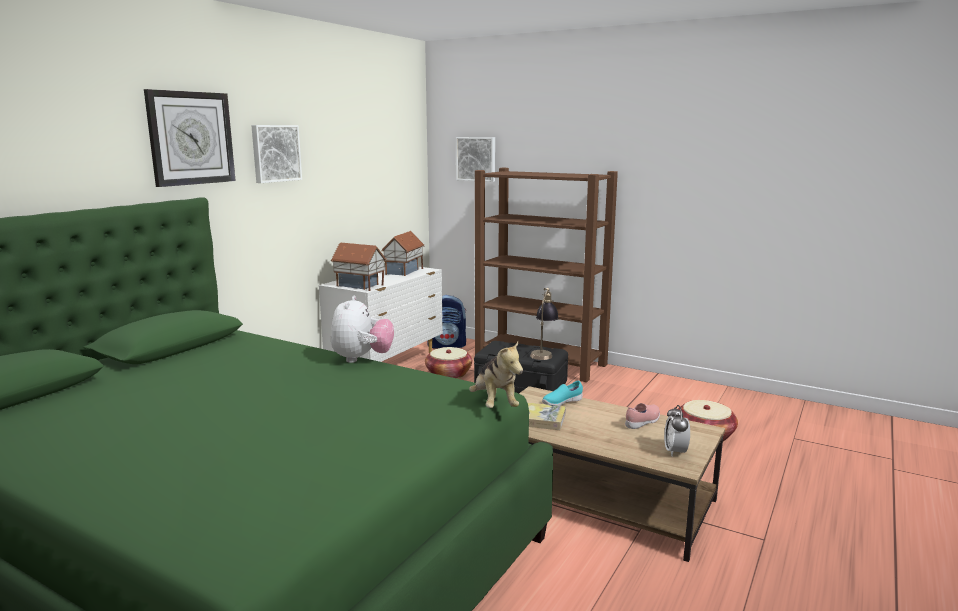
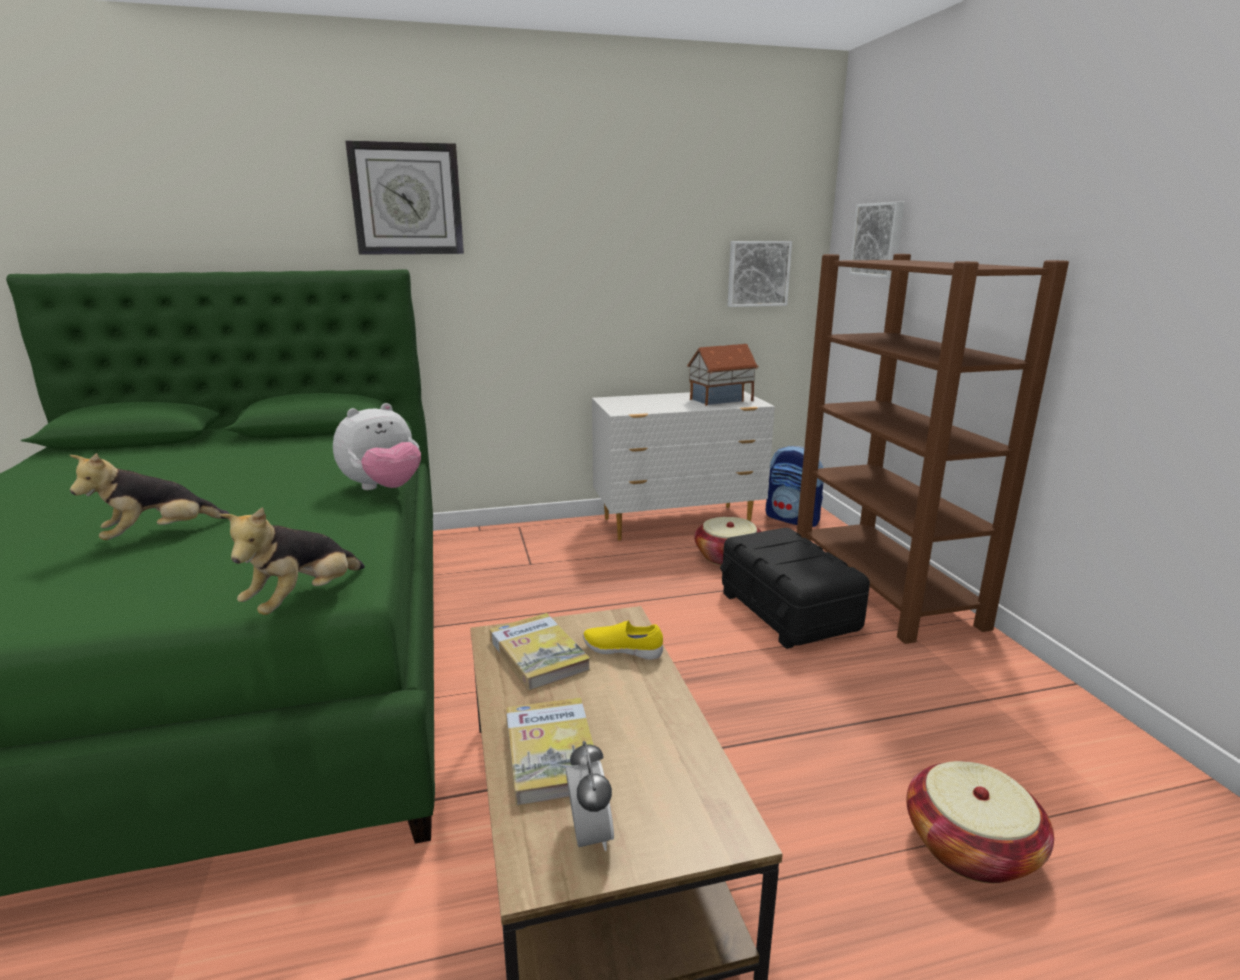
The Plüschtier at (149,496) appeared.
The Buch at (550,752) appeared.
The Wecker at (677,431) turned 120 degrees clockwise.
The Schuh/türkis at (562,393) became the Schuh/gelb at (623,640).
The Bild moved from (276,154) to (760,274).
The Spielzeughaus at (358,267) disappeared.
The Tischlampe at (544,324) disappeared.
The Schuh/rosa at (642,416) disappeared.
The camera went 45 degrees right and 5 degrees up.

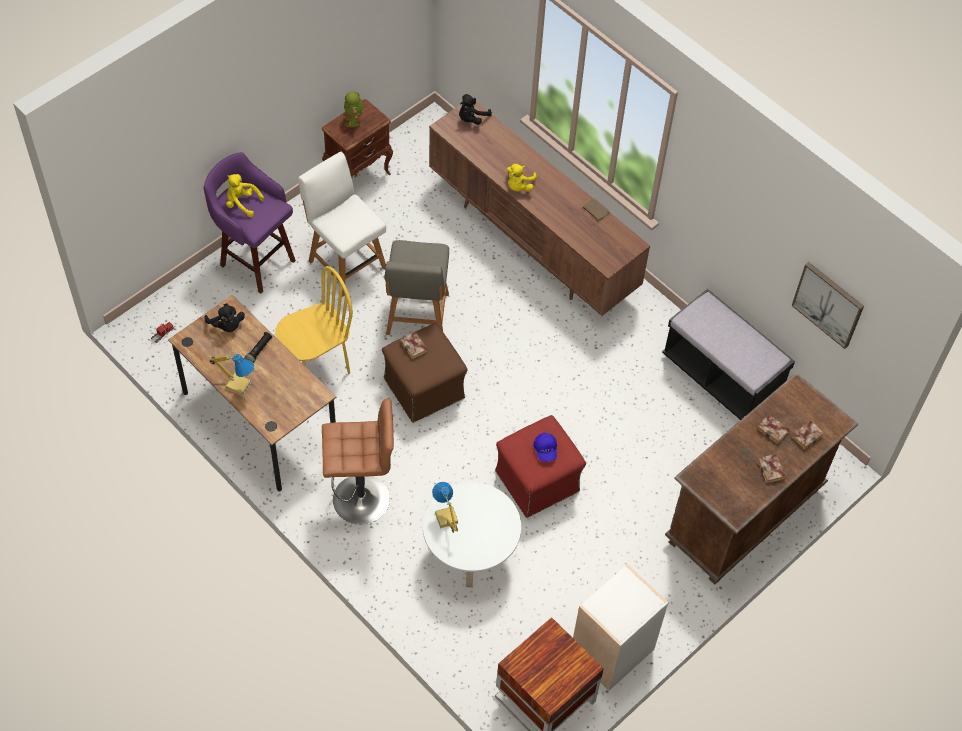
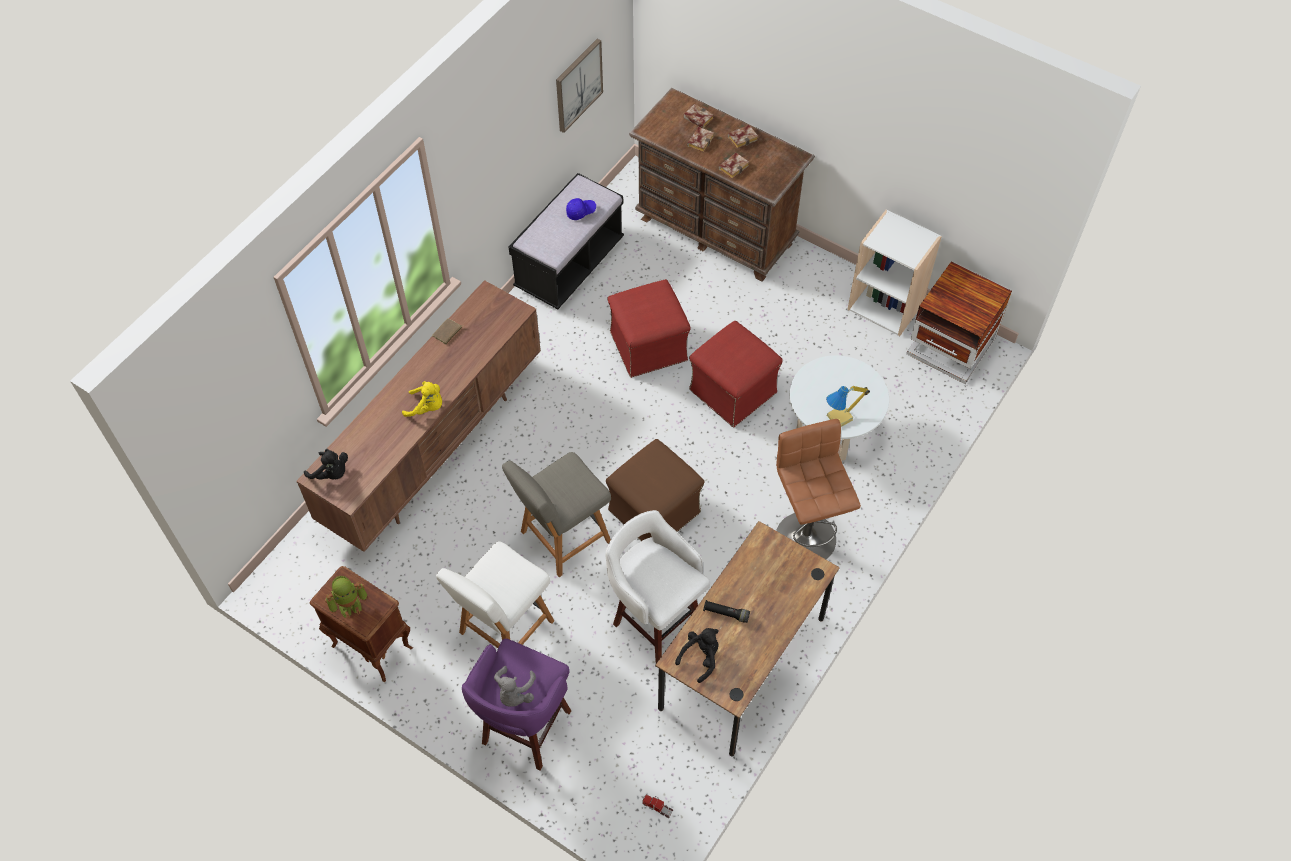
The Plüschtier/gelb at (245,195) became the Plüschtier/grau at (515,686).
The Stuhl/grau at (417,287) turned 150 degrees clockwise.
The Kappe/blau moved from (545,447) to (581,209).
The Stuhl/gelb at (314,320) was replaced by the Hocker/weiß at (657,586).
The Polsterhocker/rot at (649,328) appeared.
The Buch moved from (414,345) to (733,166).
The Tischlampe at (232,375) disappeared.
The camera went 100 degrees left and 0 degrees up.

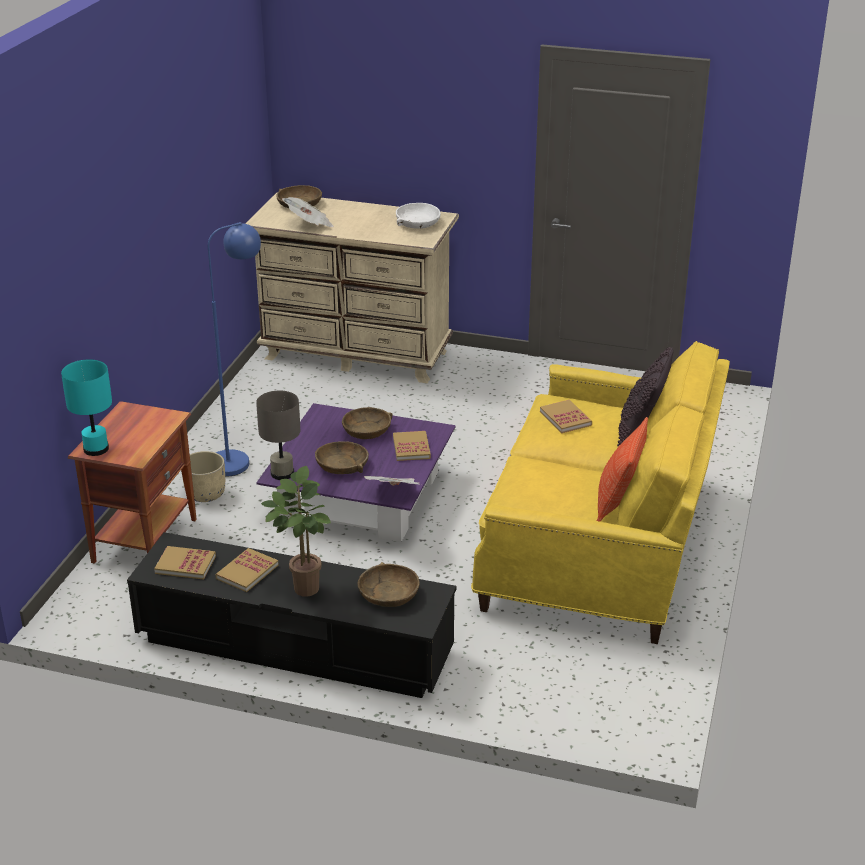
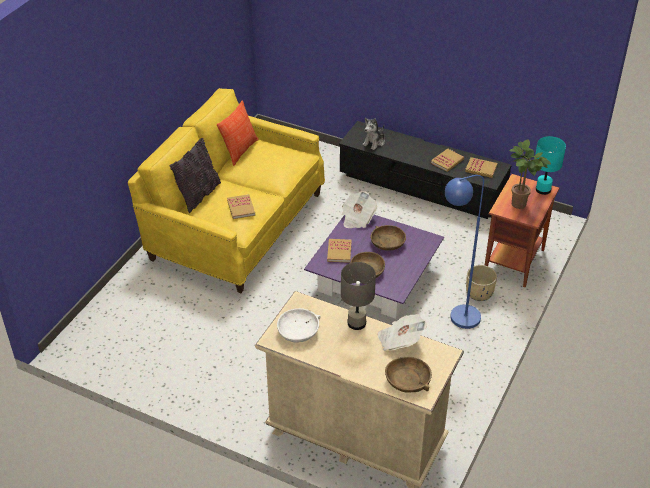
The Tischlampe/grau moved from (278,435) to (358,296).
The Schüssel/braun at (389,584) was replaced by the Plüschtier at (373,134).
The Topfpflanze moved from (296,531) to (530,174).
The camera went 170 degrees left and 10 degrees up.

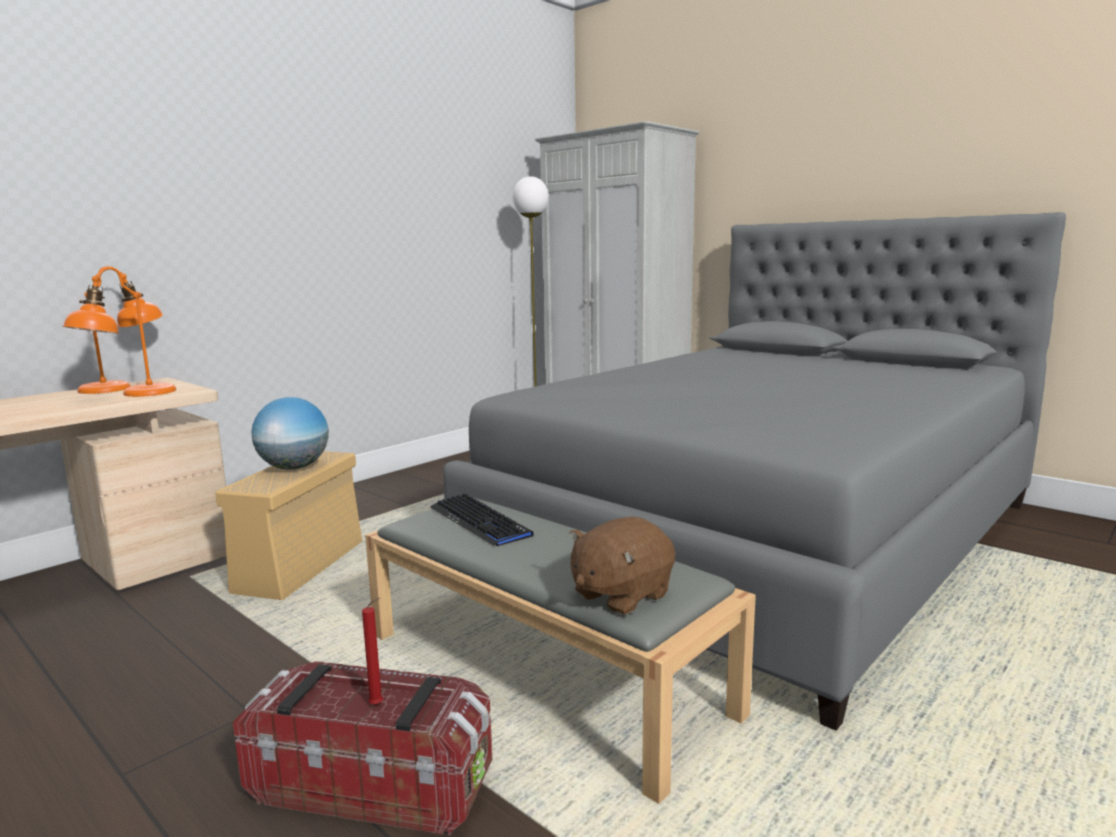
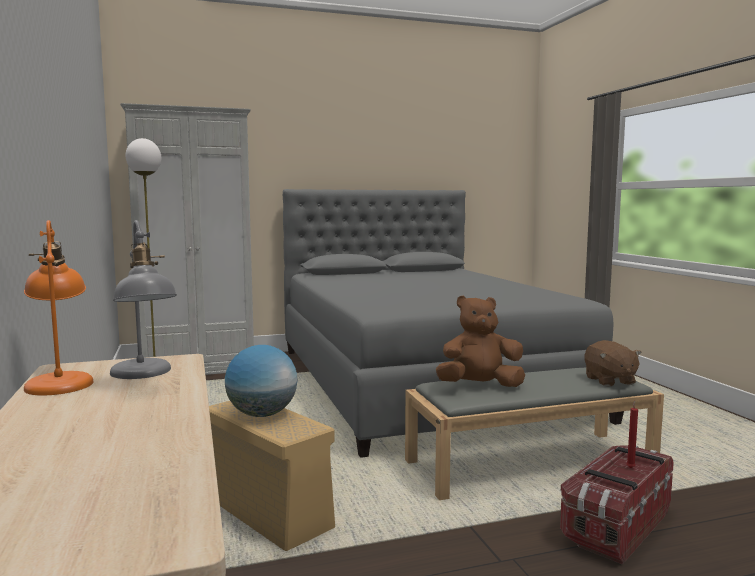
The Tischlampe/orange at (119,332) became the Tischlampe/grau at (143,299).
The Tastatur at (481,520) was replaced by the Plüschtier/braun at (480,341).
The camera went 60 degrees left and 5 degrees down.

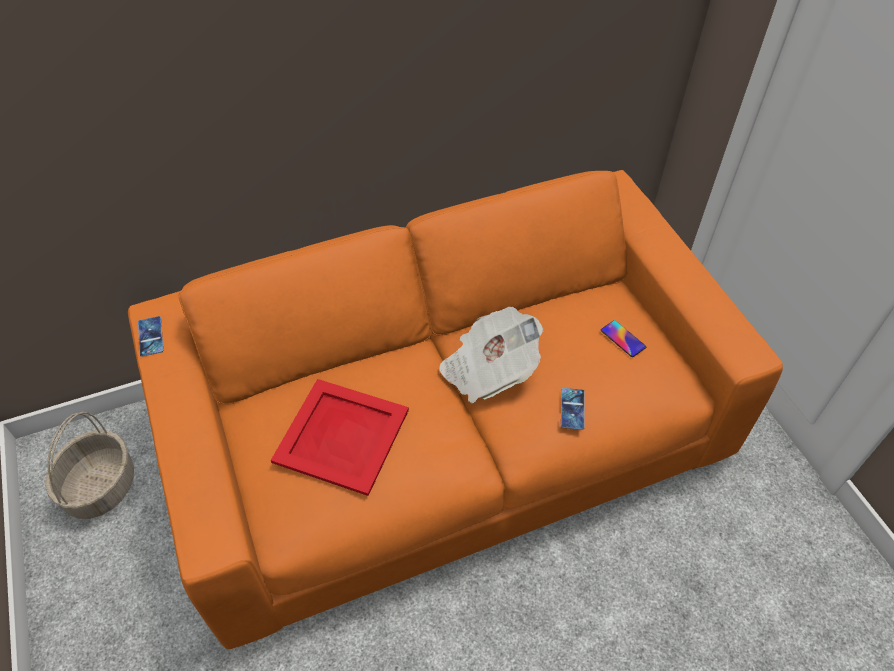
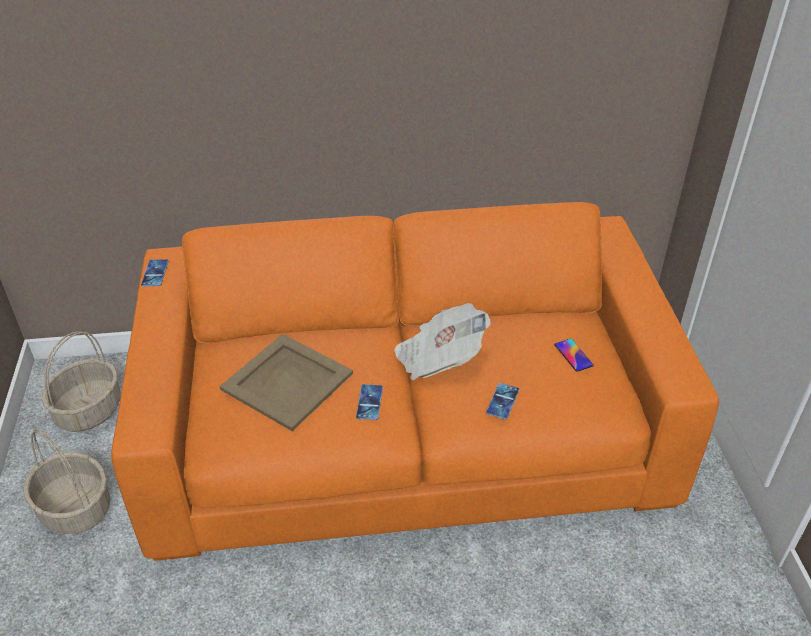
The Korb at (67,481) appeared.
The Tablett/rot at (340,437) became the Tablett/beige at (286,382).
The Handy at (369,402) appeared.
The camera went 15 degrees right and 10 degrees down.

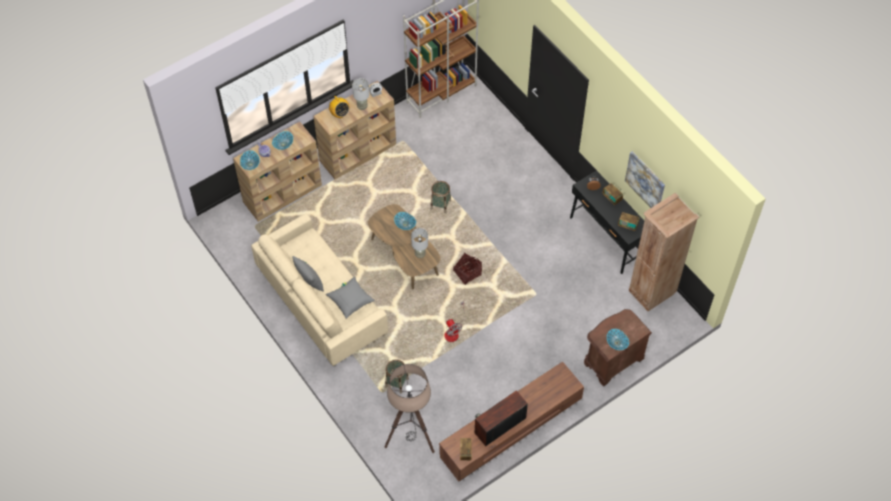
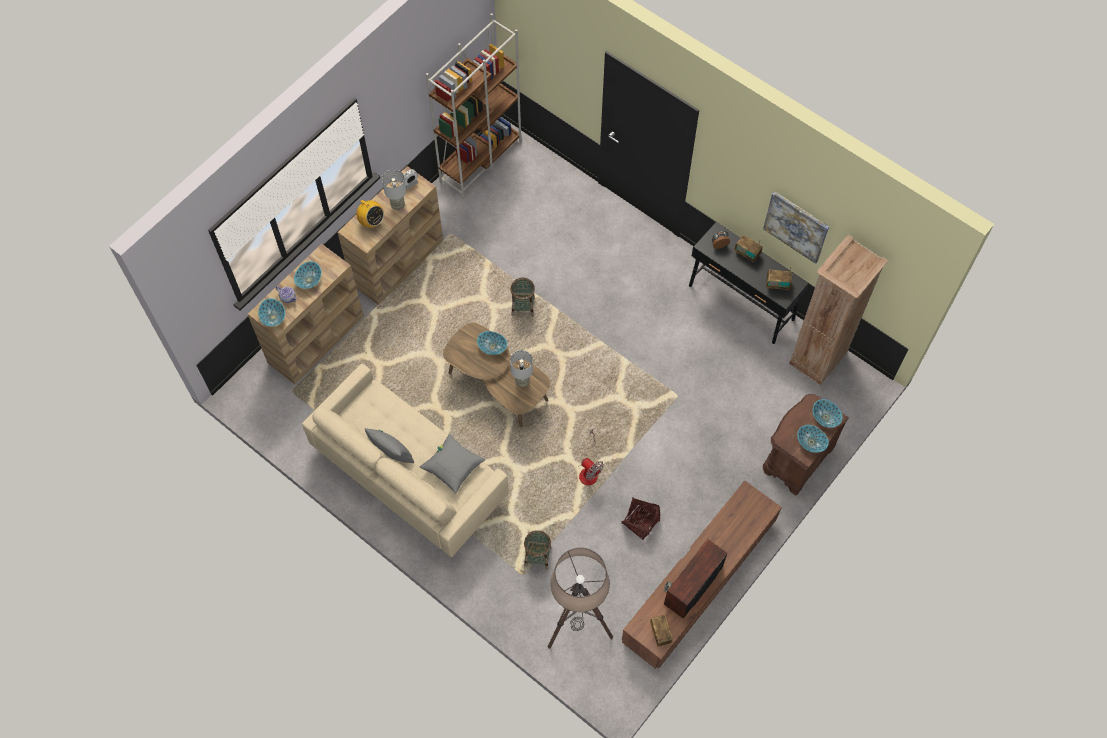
The Korb moved from (467,269) to (641,519).
The Schüssel at (827,413) appeared.
The camera went 15 degrees left and 5 degrees up.

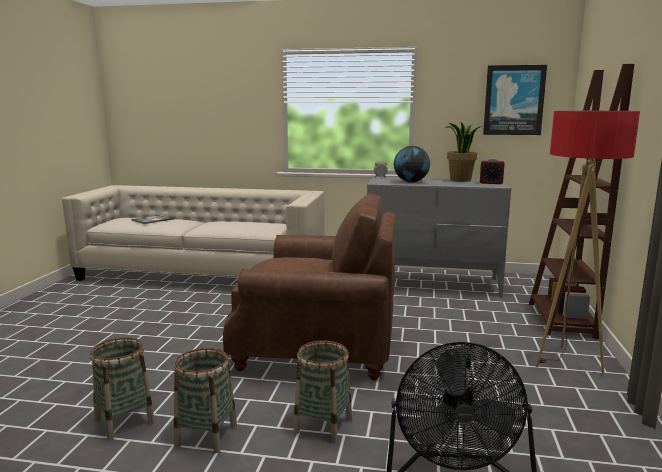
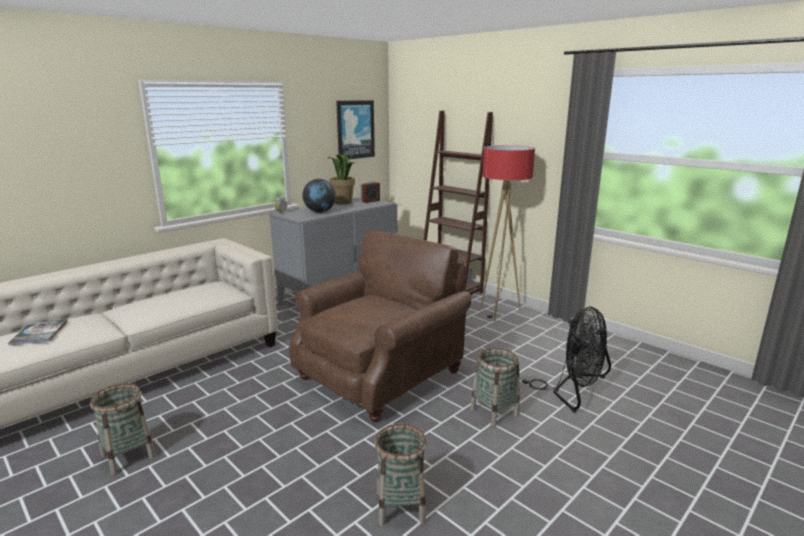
The Korb moved from (205,400) to (123,429).
The camera went 55 degrees left and 5 degrees up.

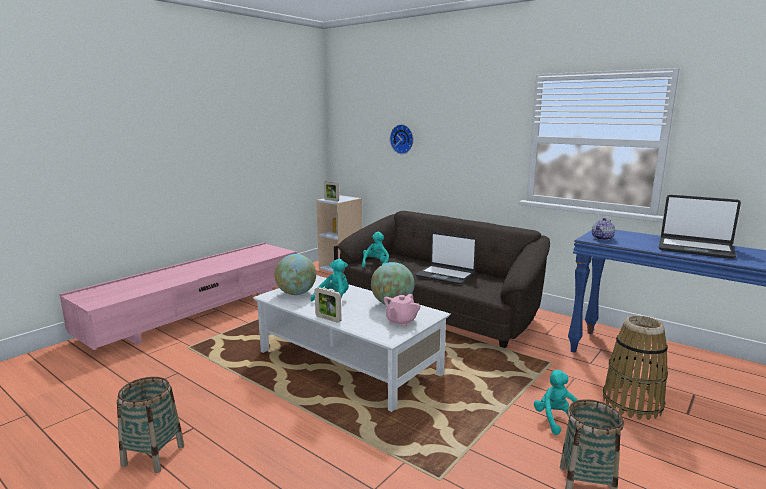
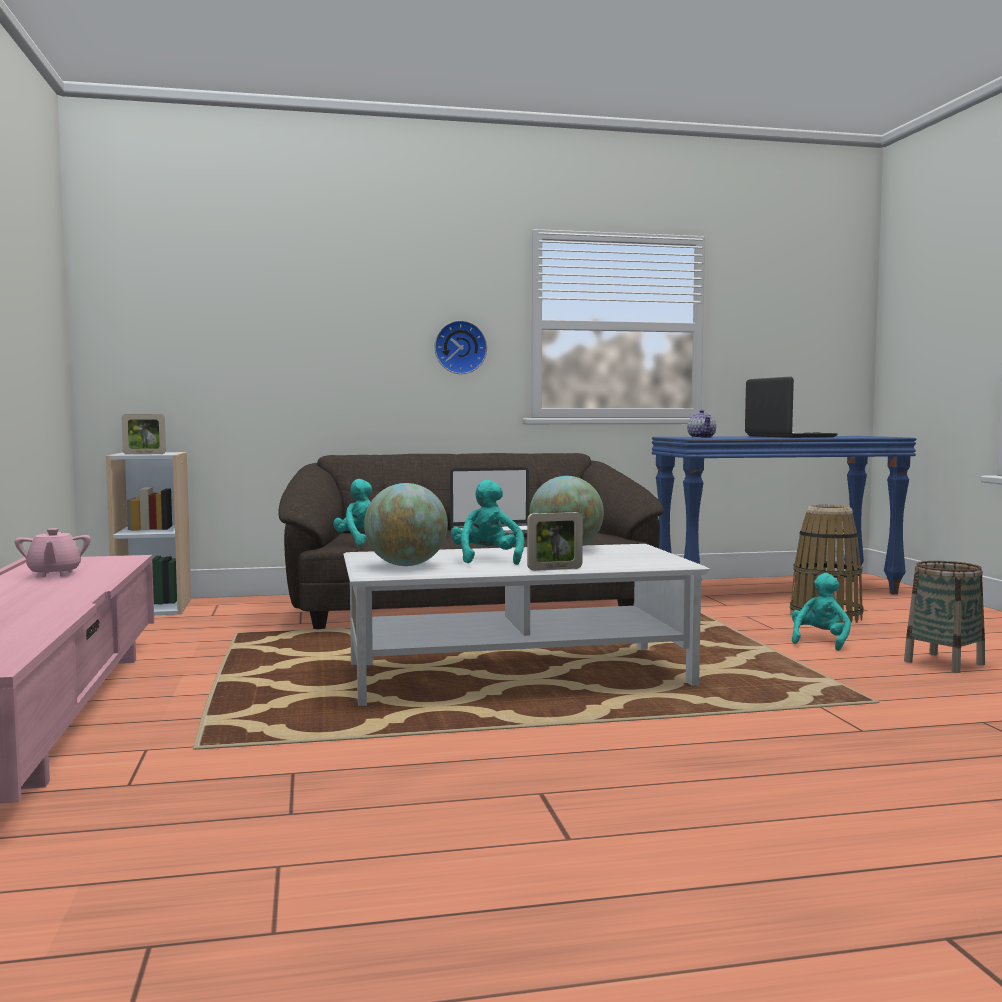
The Teekanne/rosa moved from (402,310) to (53,553).
The Wanduhr moved from (401,139) to (460,347).
The Laptop at (700,227) turned 90 degrees counterclockwise.
The Plüschtier/türkis at (556,402) turned 90 degrees clockwise.
The Korb at (150,425) disappeared.
The camera went 50 degrees left and 10 degrees down.

